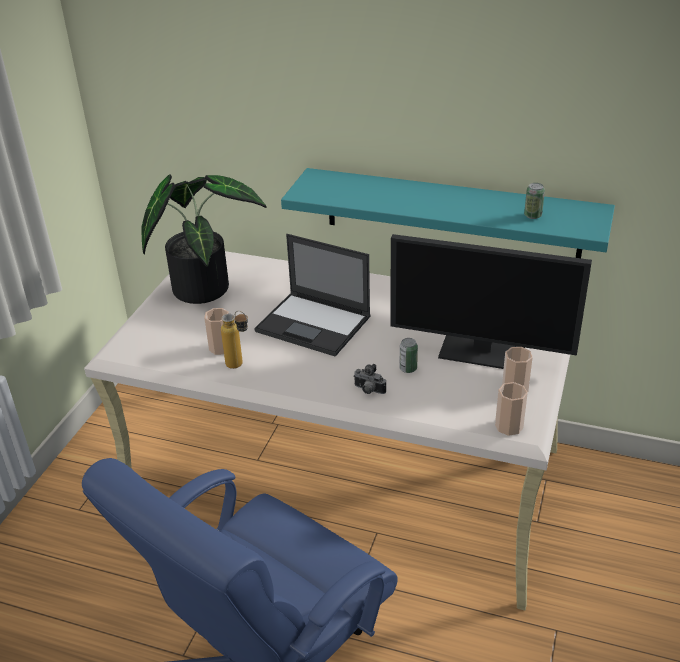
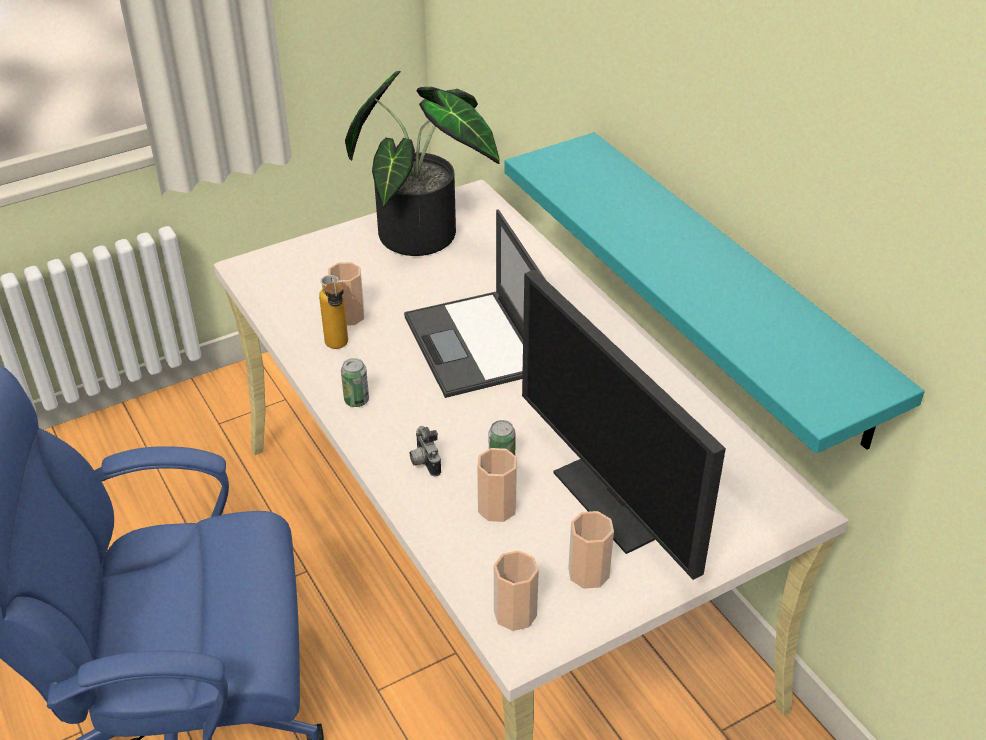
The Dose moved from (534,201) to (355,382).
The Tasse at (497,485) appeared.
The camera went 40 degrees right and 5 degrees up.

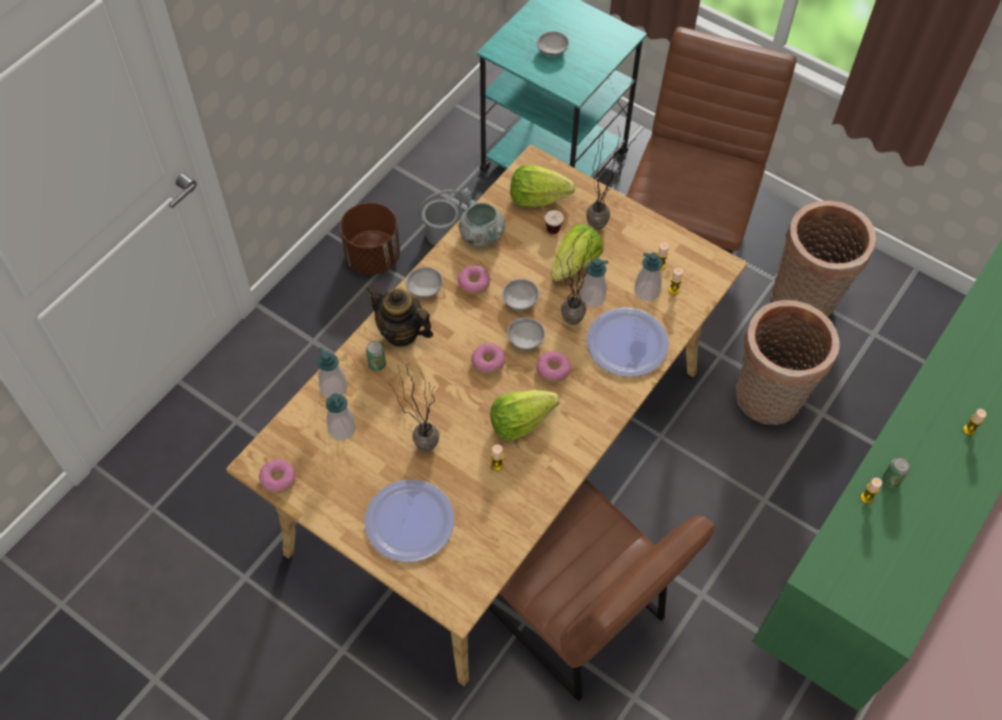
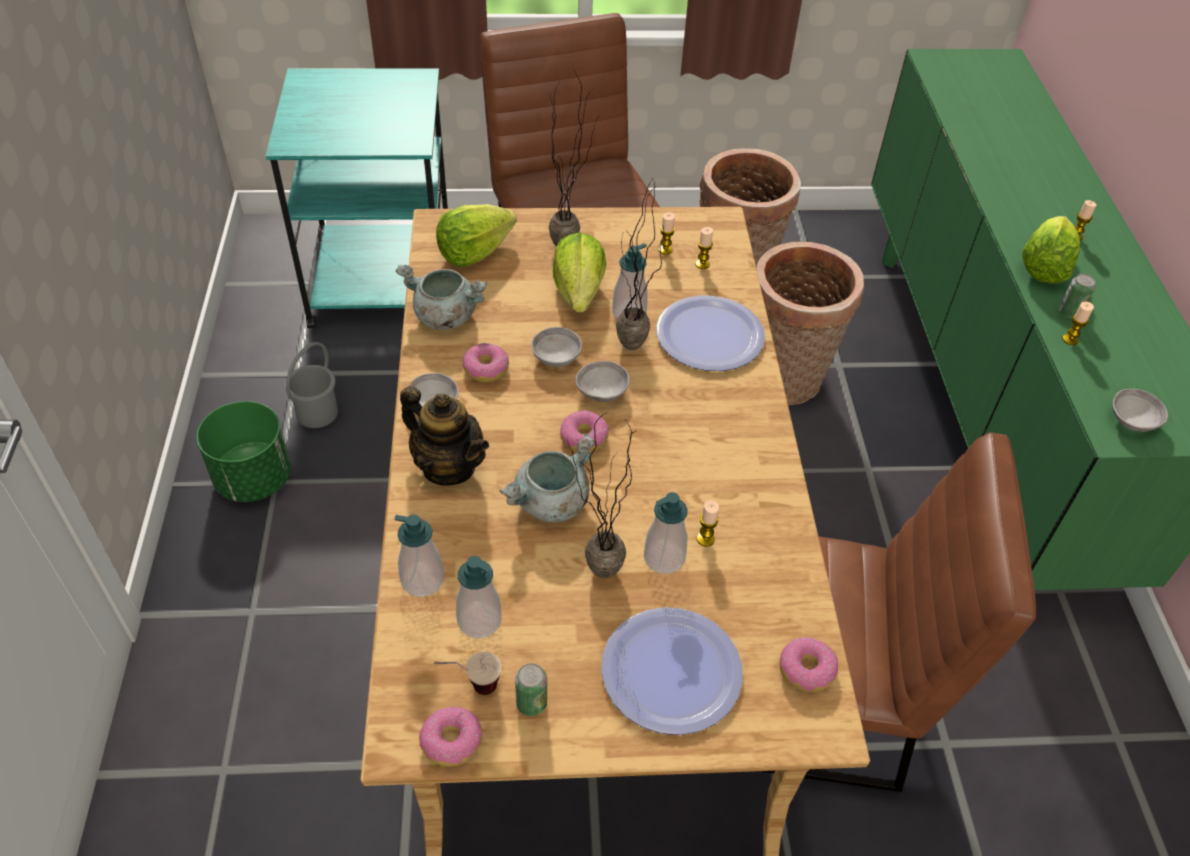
The Pflanzkübel/braun at (370,239) became the Pflanzkübel/grün at (243,451).
The Teekanne at (399,316) turned 135 degrees counterclockwise.
The Tasse moved from (548,217) to (468,673).
The Kochtopf/grau at (547,478) appeared.
The Dose moved from (376,356) to (531,689).
The Seifenspender moved from (648,276) to (666,533).
The Donut moved from (553,367) to (808,664).
The Salatkopf moved from (524,415) to (1051,250).
The Schüssel/grau moved from (553,43) to (1140,410).
The camera went 40 degrees left and 10 degrees down.

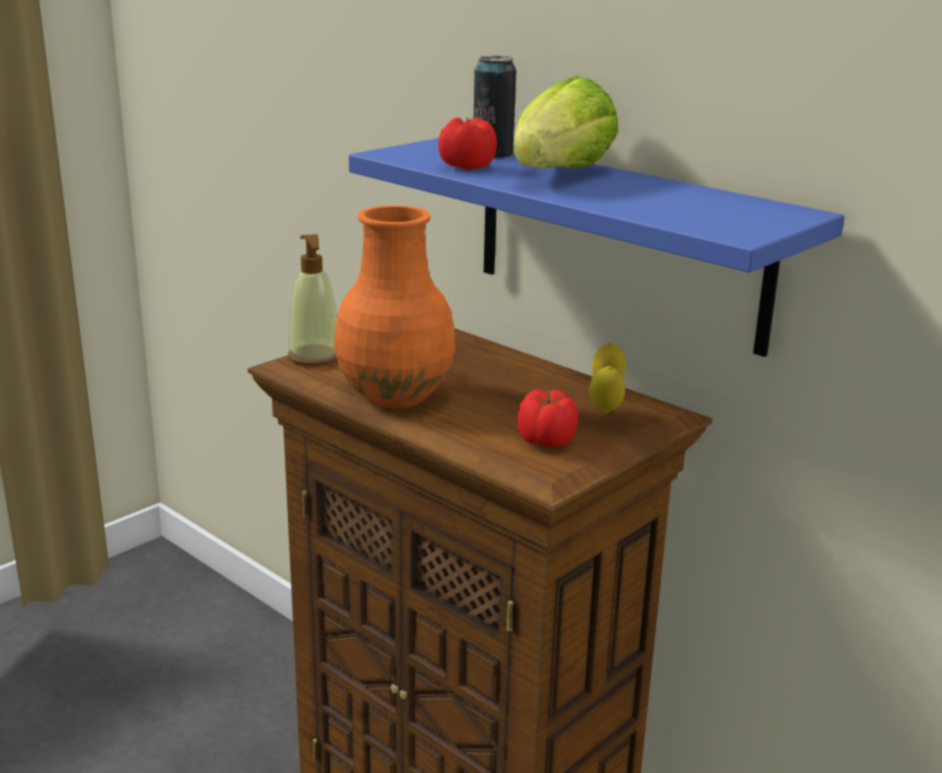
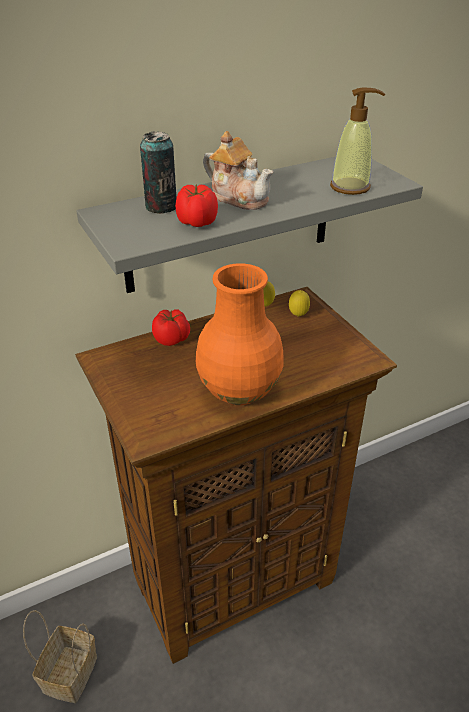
The Korb at (60,656) appeared.
The Wandregal/blau at (597,247) became the Wandregal/grau at (249,225).
The Tomate moved from (548,418) to (171,327).
The Salatkopf at (566,121) was replaced by the Teekanne at (238,170).
The Seifenspender moved from (312,300) to (357,141).
The camera went 70 degrees left and 15 degrees up.

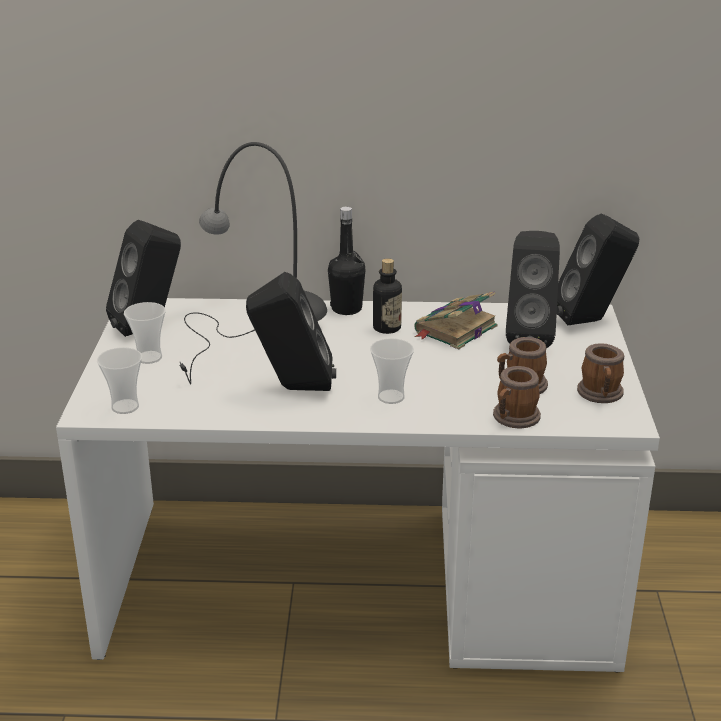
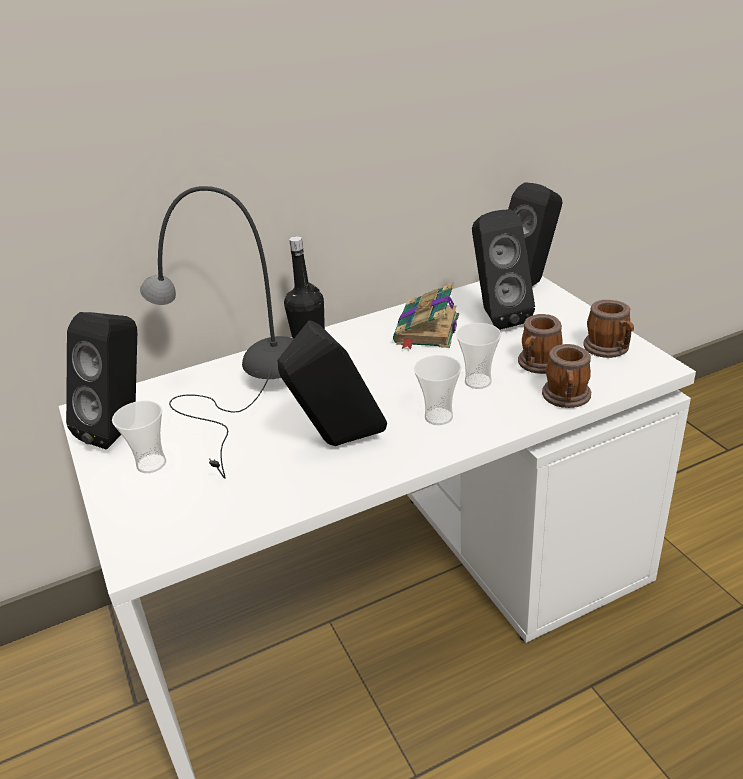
The Tasse moved from (119,380) to (478,356).
The Flasche at (387,296) disappeared.
The camera went 25 degrees left and 5 degrees up.

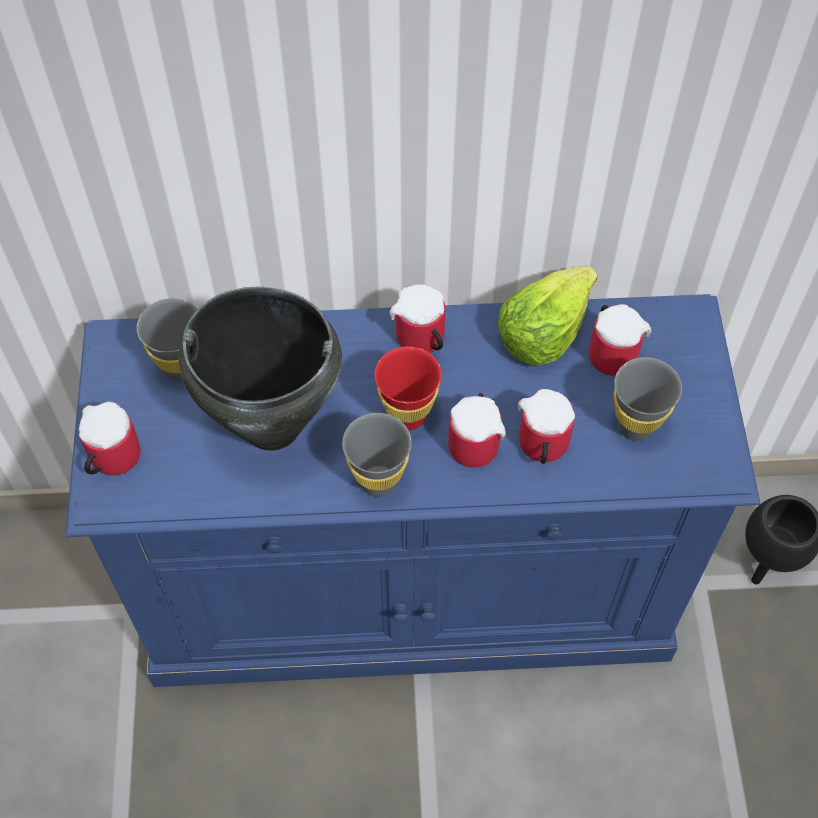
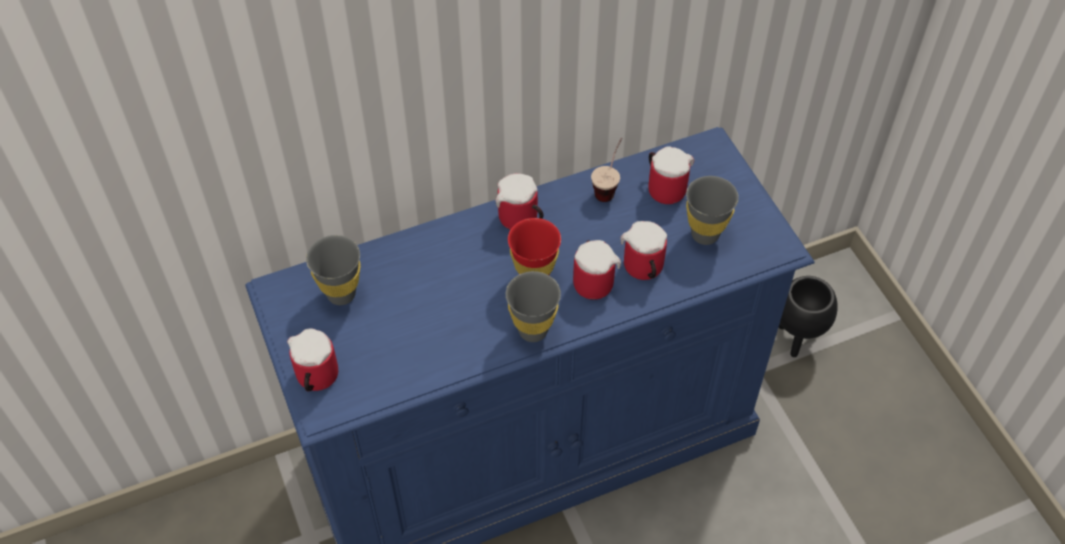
The Salatkopf at (548,316) was replaced by the Tasse at (606,169).
The Kochtopf/schwarz at (260,369) disappeared.
The camera went 20 degrees left and 5 degrees down.

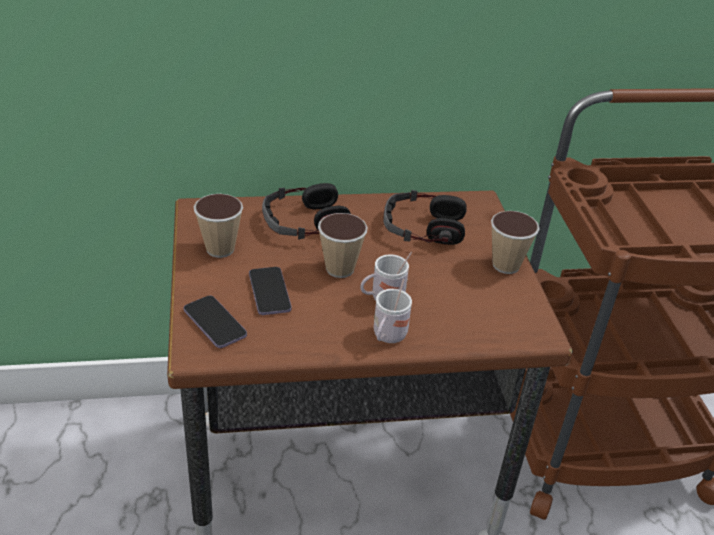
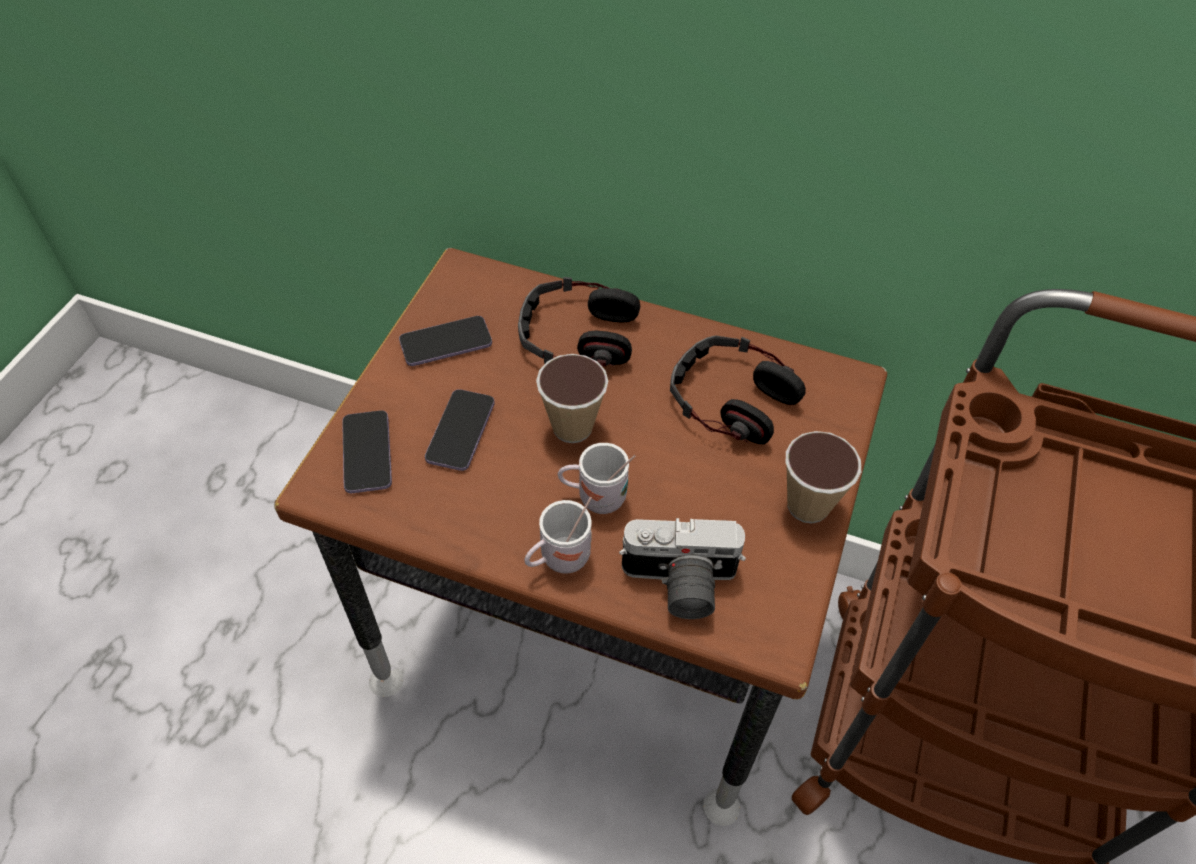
The Tasse at (218,226) was replaced by the Handy at (445,341).
The Kamera at (682,568) appeared.
The camera went 30 degrees right and 15 degrees up.

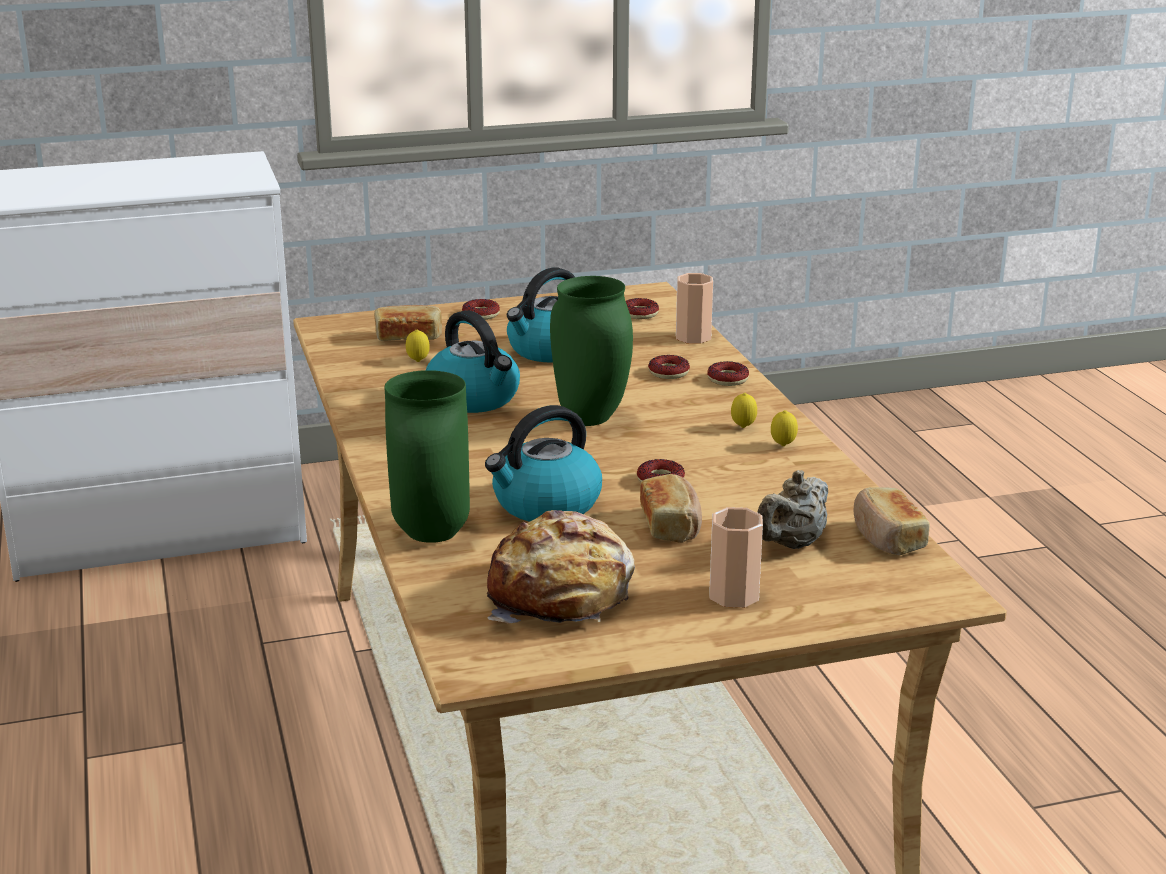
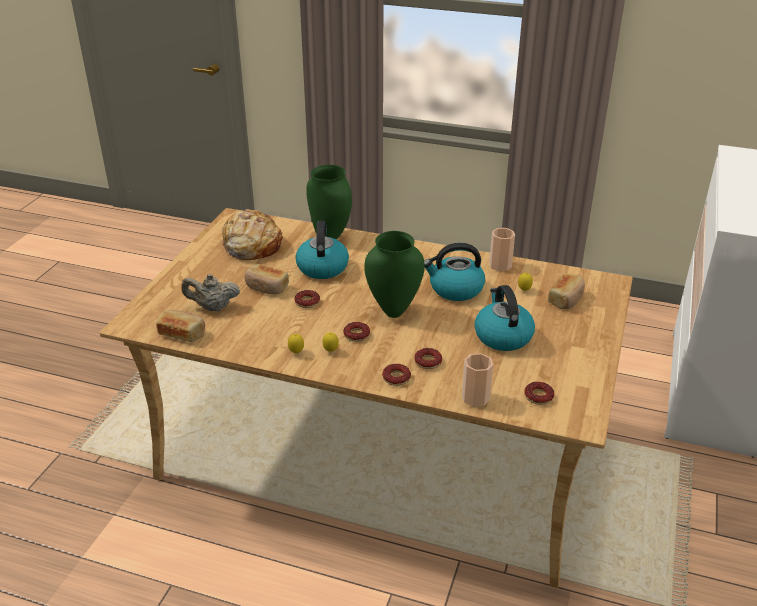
The Teekanne/beige at (792,509) turned 75 degrees counterclockwise.
The Donut moved from (481,309) to (356,332).
The Tasse moved from (736,557) to (502,249).
The camera went 125 degrees right and 10 degrees up.

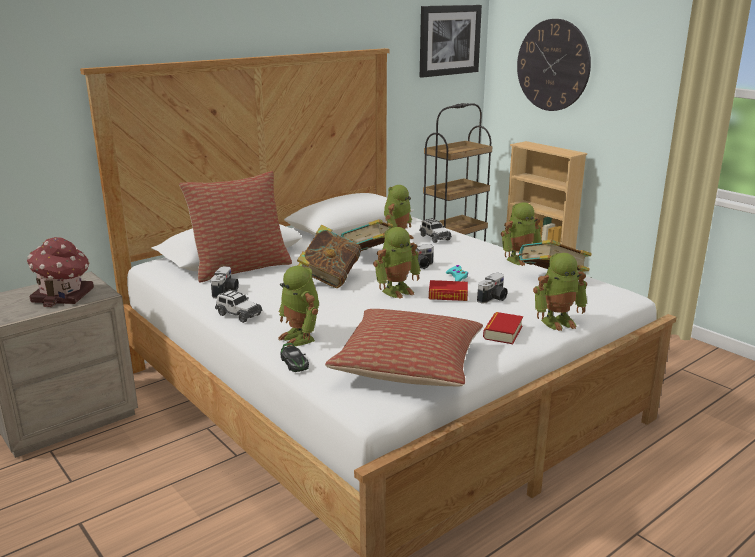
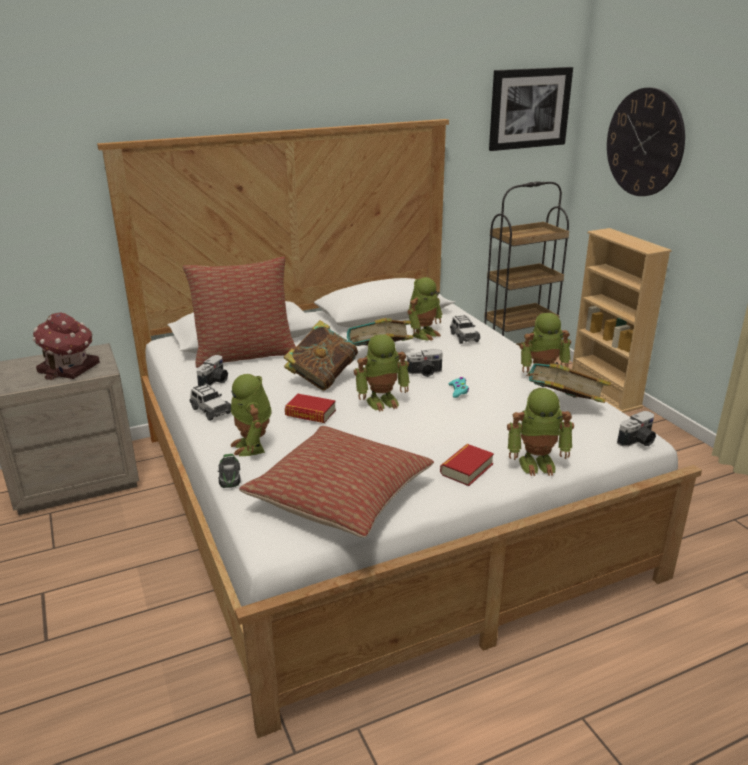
The Buch moved from (448,290) to (310,408).
The Kamera moved from (492,288) to (636,428).
The camera went 15 degrees right and 5 degrees up.

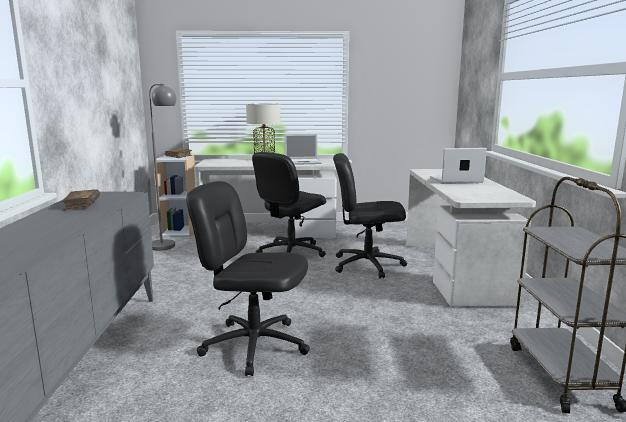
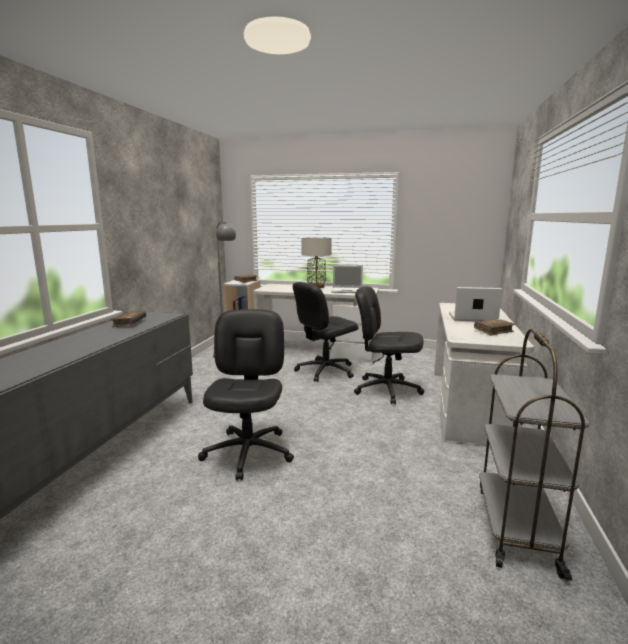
The Bürostuhl/schwarz at (248,278) turned 60 degrees clockwise.
The Buch/braun at (494,327) appeared.
The camera went 15 degrees right and 0 degrees up.

